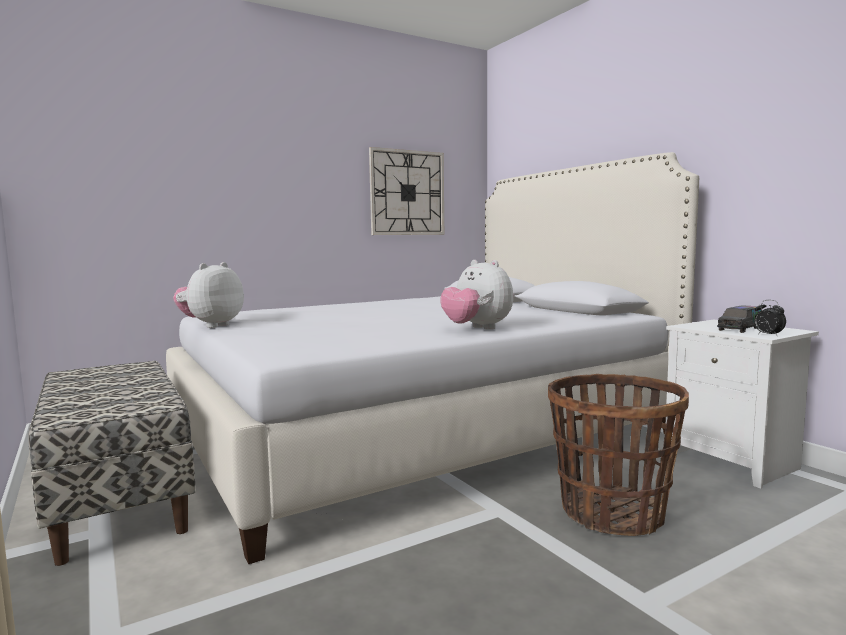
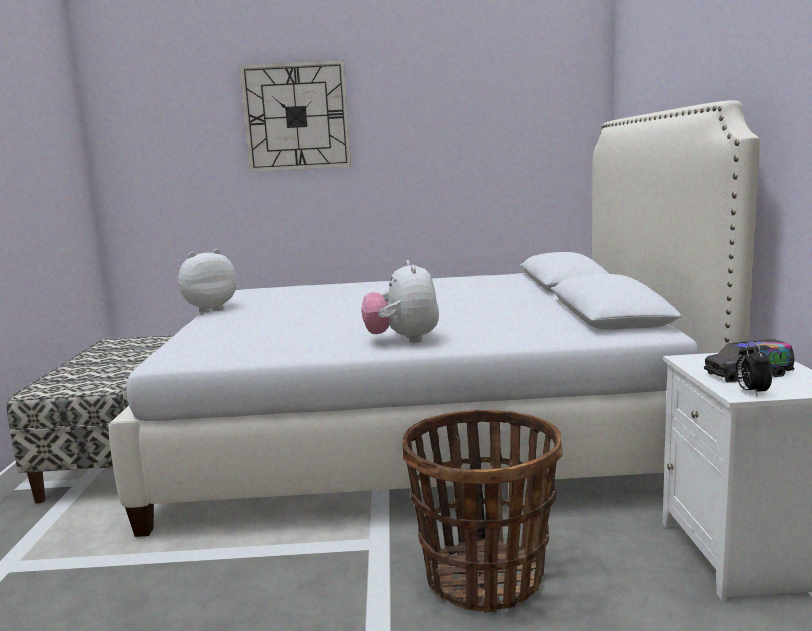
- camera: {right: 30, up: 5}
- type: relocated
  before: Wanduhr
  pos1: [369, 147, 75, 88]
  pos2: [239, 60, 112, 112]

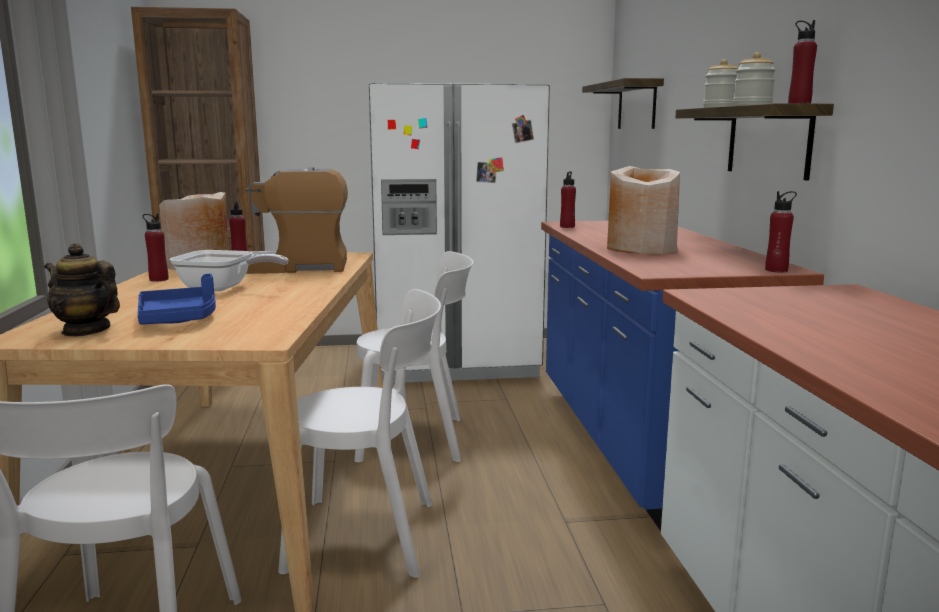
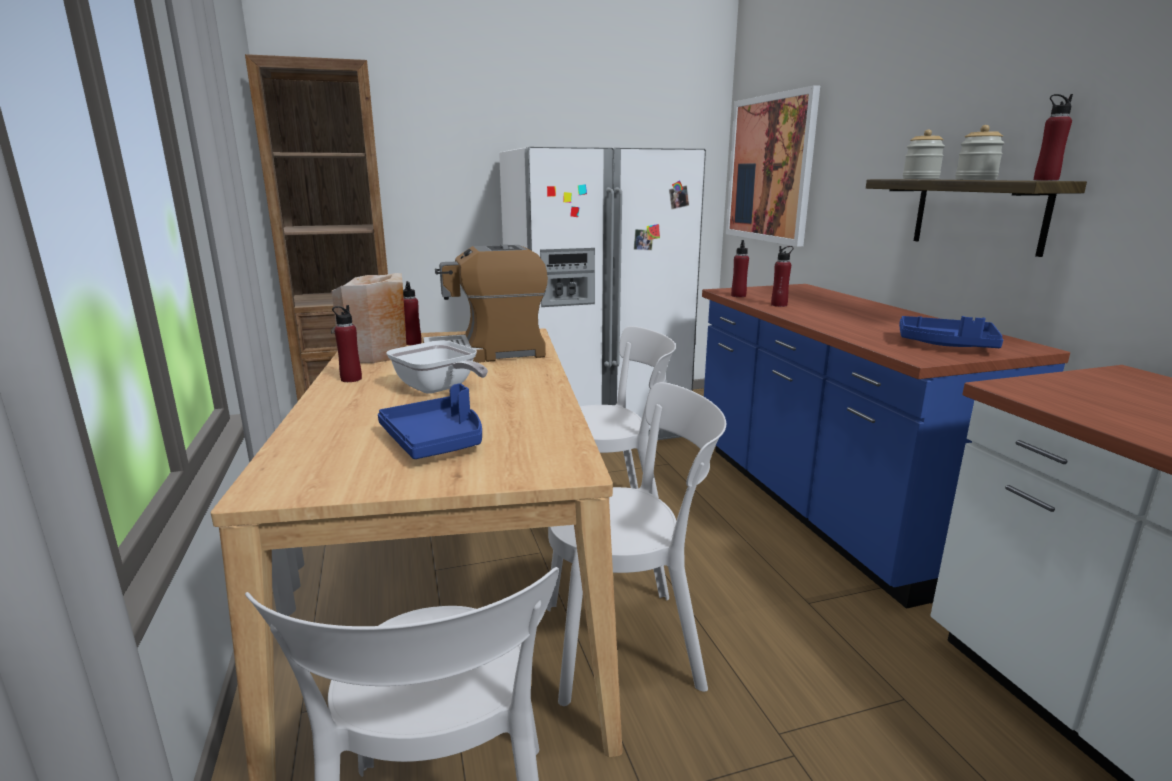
- camera: {right: -10, up: 5}
- type: spun
  before: Pfanne
  pos1: [170, 250, 118, 41]
  pos2: [386, 341, 102, 53]
  turn: 45
- type: exchanged
  before: Wandregal
  after: Bild
  pos1: [582, 78, 82, 51]
  pos2: [725, 85, 95, 162]
- type: relocated
  before: Flasche/rot
  pos1: [765, 191, 32, 81]
  pos2: [771, 246, 23, 61]
- type: appeared
  after: Tablett/blau
  pos2: [899, 316, 104, 32]
- type: missing
  before: Teekanne
  pos1: [44, 243, 76, 94]
- type: missing
  before: Vase/beige
  pos1: [607, 166, 73, 88]

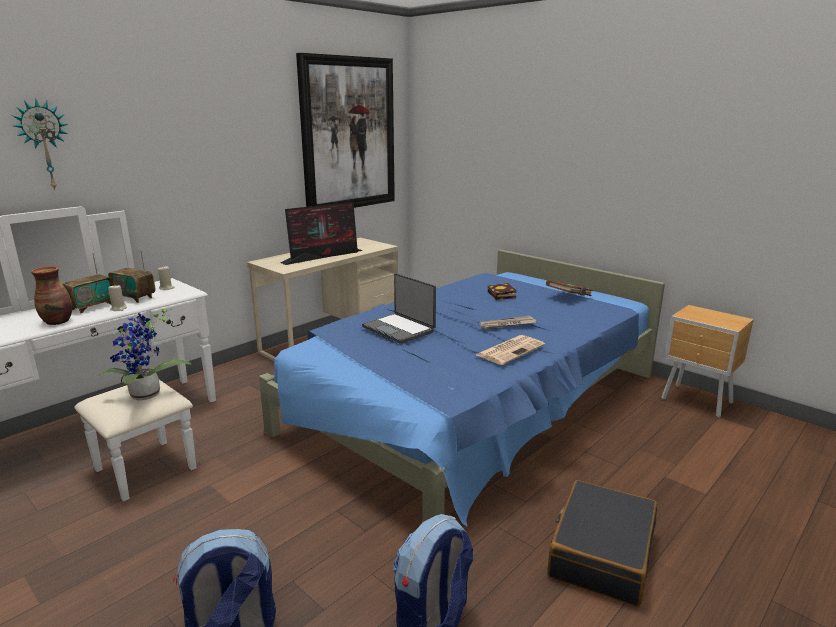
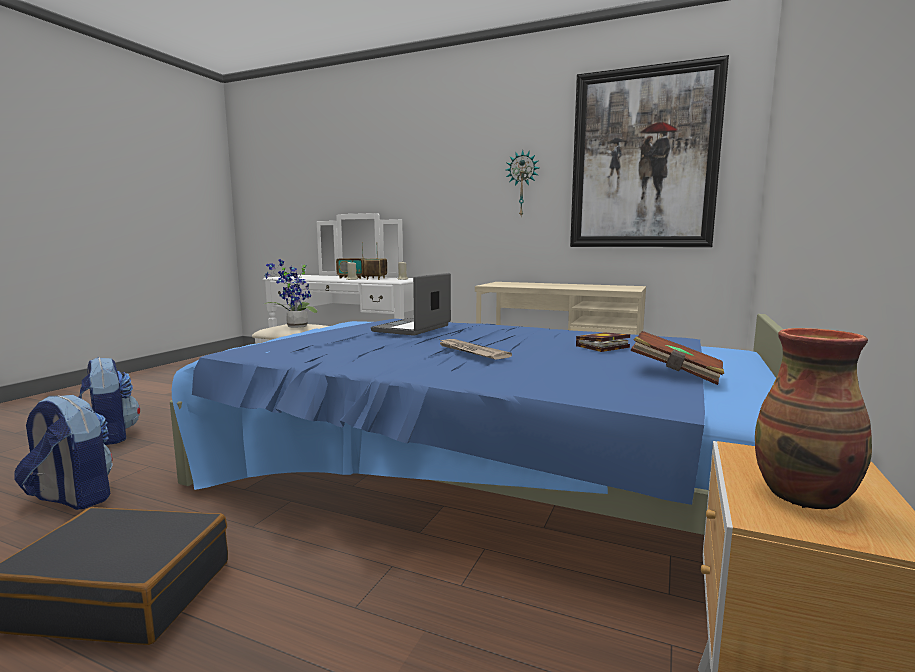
- camera: {right: 70, up: -10}
- type: relocated
  before: Wanduhr
  pos1: [12, 99, 56, 91]
  pos2: [506, 150, 33, 66]
- type: relocated
  before: Vase
  pos1: [31, 266, 41, 59]
  pos2: [755, 328, 117, 181]
- type: missing
  before: Monitor
  pos1: [280, 202, 83, 63]
- type: missing
  before: Zeitung
  pos1: [477, 335, 68, 30]

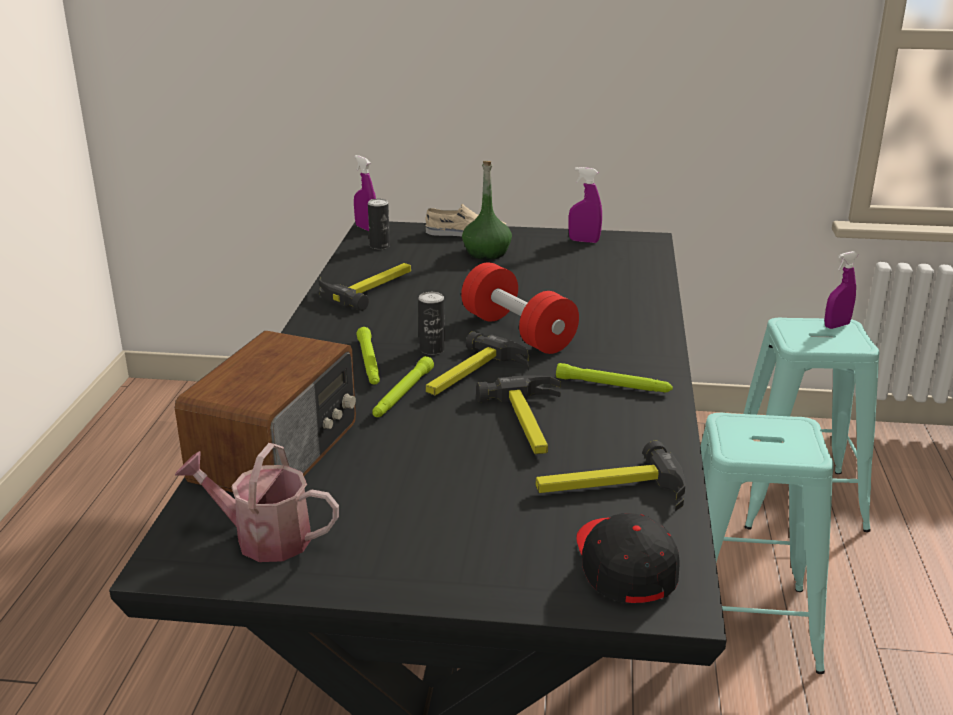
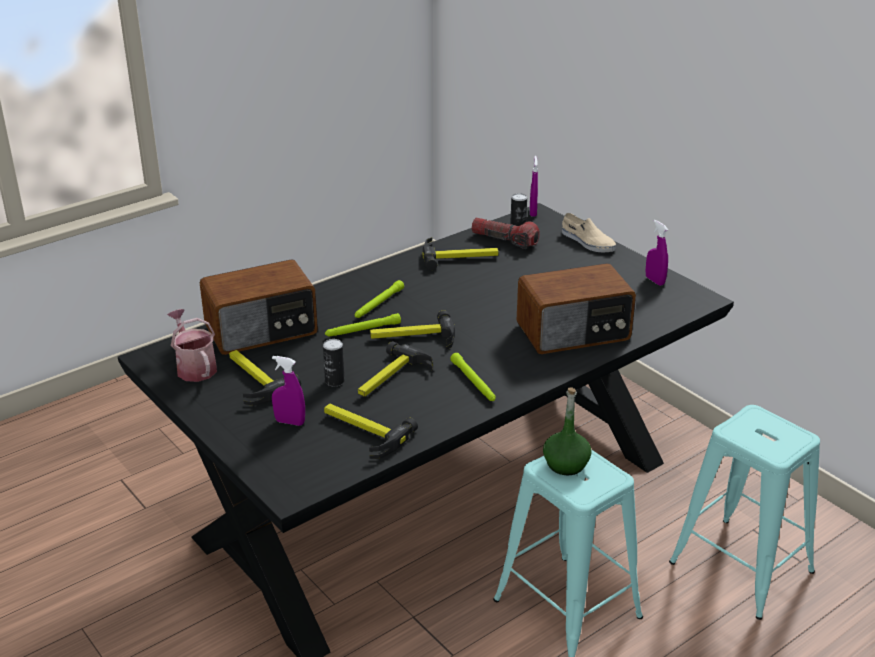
- camera: {right: 45, up: 5}
- type: appeared
  after: Hammer
  pos2: [229, 350, 72, 56]
- type: relocated
  before: Sprühflasche/lila
  pos1: [824, 251, 34, 78]
  pos2: [272, 356, 33, 70]
- type: relocated
  before: Dose
  pos1: [418, 292, 27, 63]
  pos2: [323, 339, 22, 47]
- type: appeared
  after: Taschenlampe
  pos2: [471, 218, 69, 31]
- type: appeared
  after: Radio
  pos2: [517, 263, 119, 91]
- type: relocated
  before: Flasche/grün
  pos1: [462, 161, 50, 99]
  pos2: [543, 388, 48, 87]
- type: missing
  before: Hantel/rot
  pos1: [461, 262, 118, 92]
- type: missing
  before: Kappe/schwarz
  pos1: [576, 513, 103, 90]

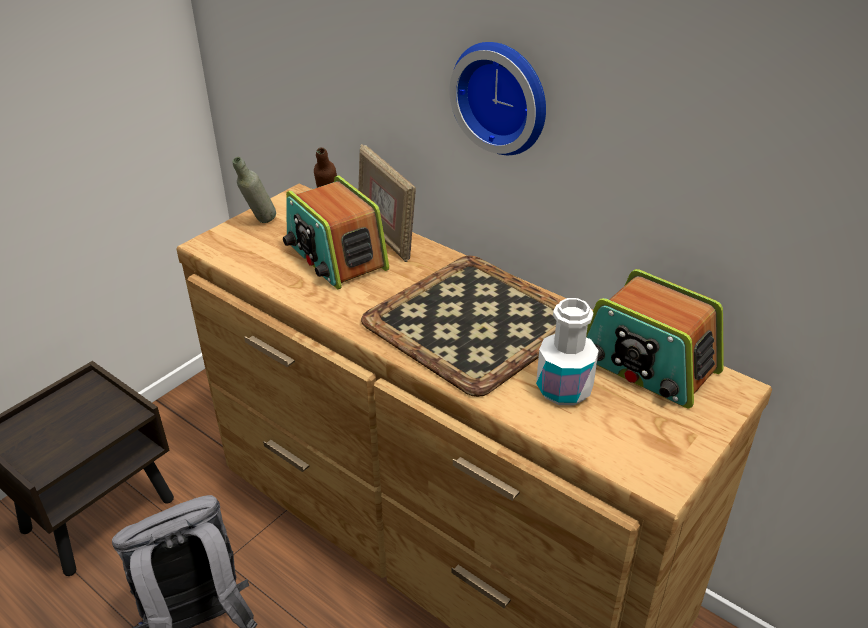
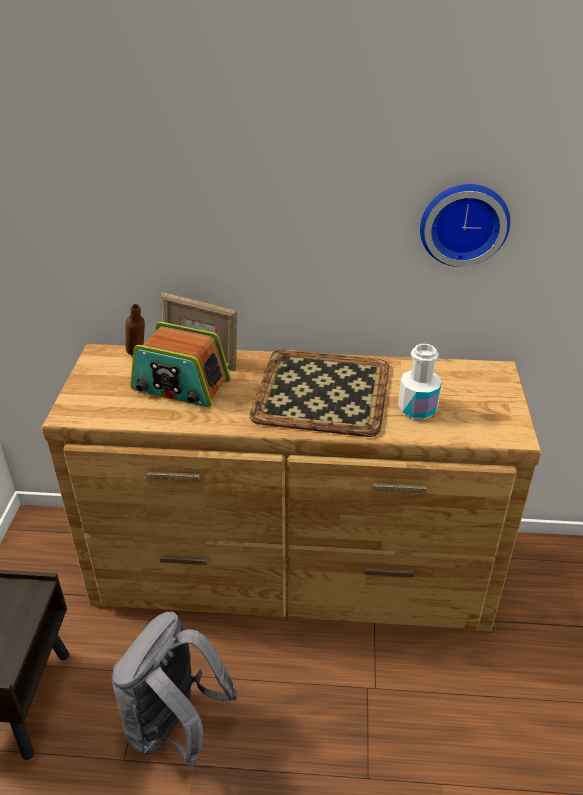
- camera: {right: -35, up: 0}
- type: relocated
  before: Wanduhr
  pos1: [449, 42, 97, 113]
  pos2: [420, 184, 90, 83]
- type: missing
  before: Flasche/grau
  pos1: [232, 157, 44, 66]
- type: missing
  before: Radio
  pos1: [586, 269, 138, 140]

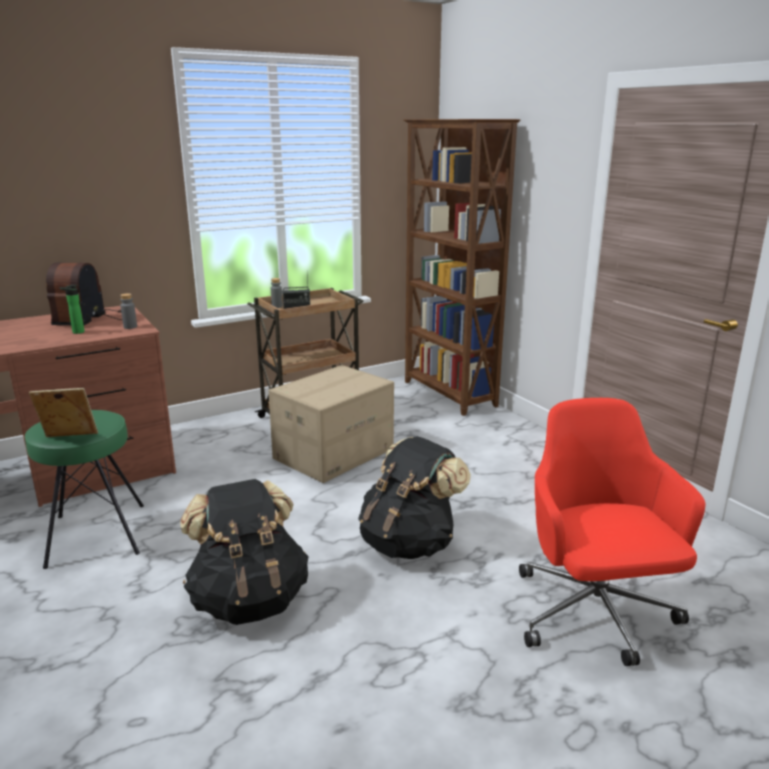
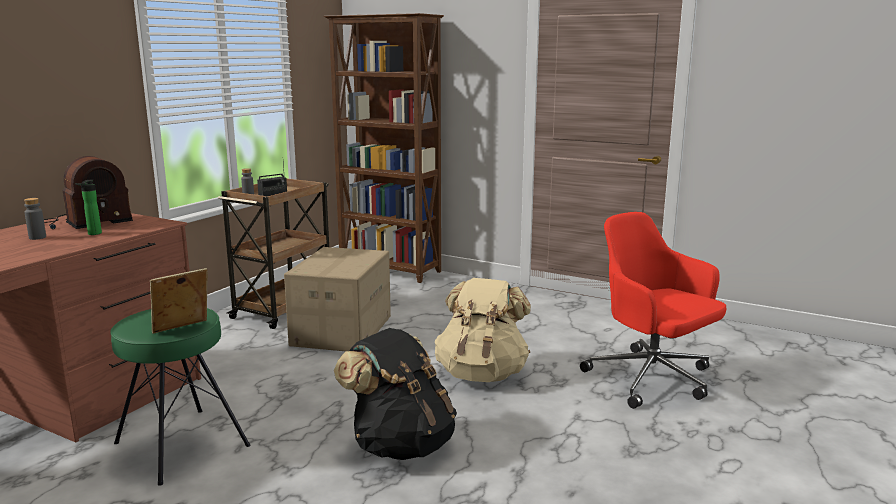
- camera: {right: -30, up: -5}
- type: relocated
  before: Flasche/grau
  pos1: [120, 293, 17, 36]
  pos2: [24, 198, 22, 42]
- type: spun
  before: Radio
  pos1: [46, 262, 76, 63]
  pos2: [44, 156, 89, 73]
  turn: -105
- type: colour
  before: Rucksack/schwarz
  after: Rucksack/beige
  pos1: [358, 436, 113, 123]
  pos2: [435, 278, 96, 104]

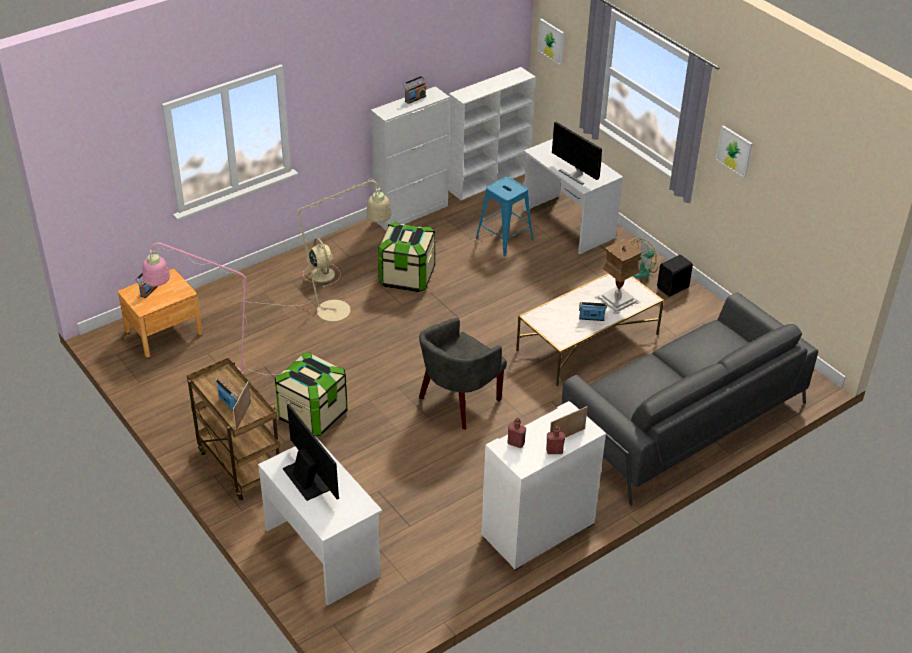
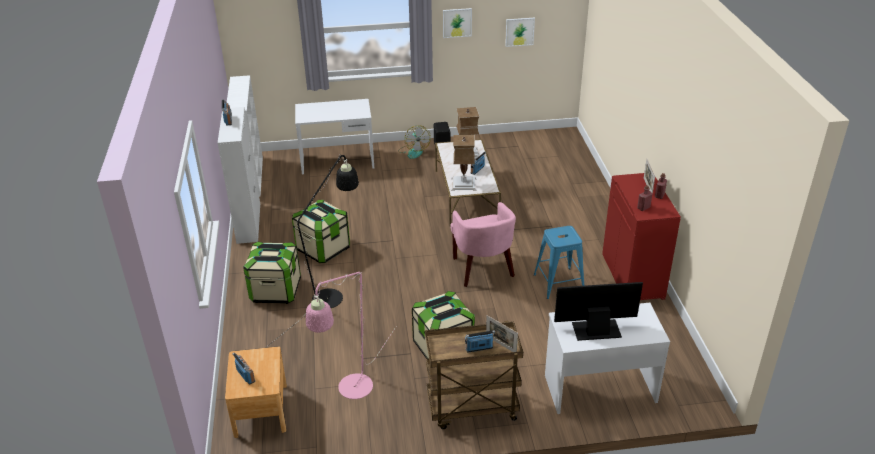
- camera: {right: -60, up: -5}
- type: exchanged
  before: Ventilator/beige
  after: Aufbewahrungsbox
  pos1: [303, 238, 38, 49]
  pos2: [243, 241, 58, 63]
- type: colour
  before: Stehlampe/beige
  after: Stehlampe/schwarz
  pos1: [250, 178, 141, 144]
  pos2: [267, 154, 92, 193]
- type: colour
  before: Sessel/grau
  after: Sessel/rosa
  pos1: [419, 318, 88, 111]
  pos2: [450, 202, 66, 85]
- type: appeared
  after: Tischlampe
  pos2: [451, 135, 26, 56]
- type: relocated
  before: Bild
  pos1: [538, 18, 26, 47]
  pos2: [505, 18, 30, 29]
- type: relocated
  before: Hocker/blau
  pos1: [476, 177, 58, 79]
  pos2: [534, 226, 50, 73]
- type: colour
  before: Schrank/weiß
  after: Schrank/rot
  pos1: [481, 401, 125, 170]
  pos2: [602, 173, 79, 127]
- type: missing
  before: Monitor
  pos1: [552, 122, 50, 63]
- type: missing
  before: Sofa/grau
  pos1: [562, 292, 256, 214]

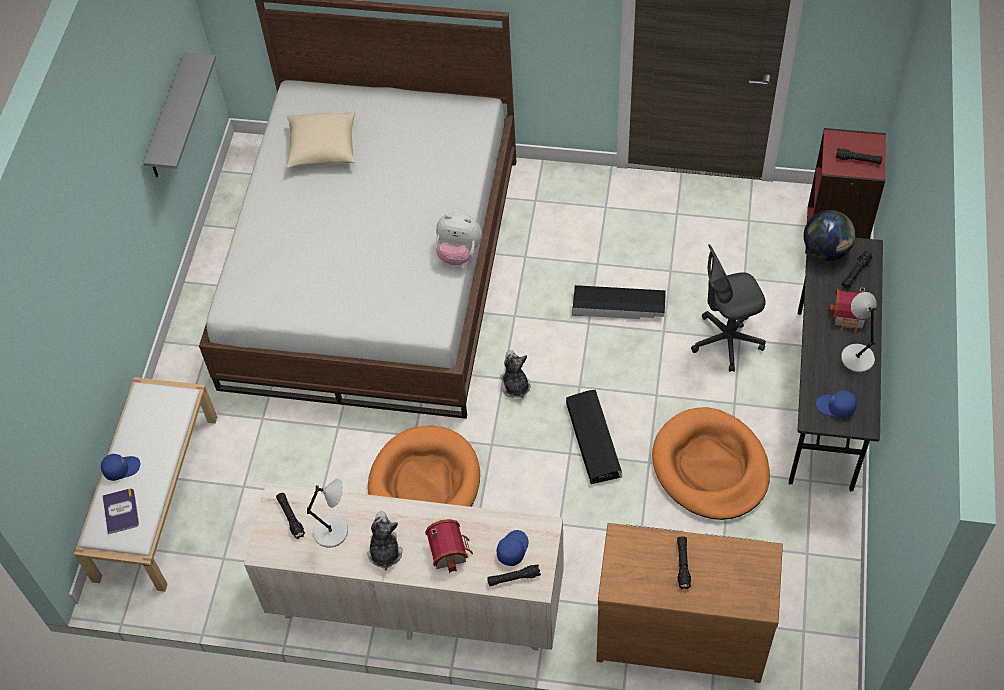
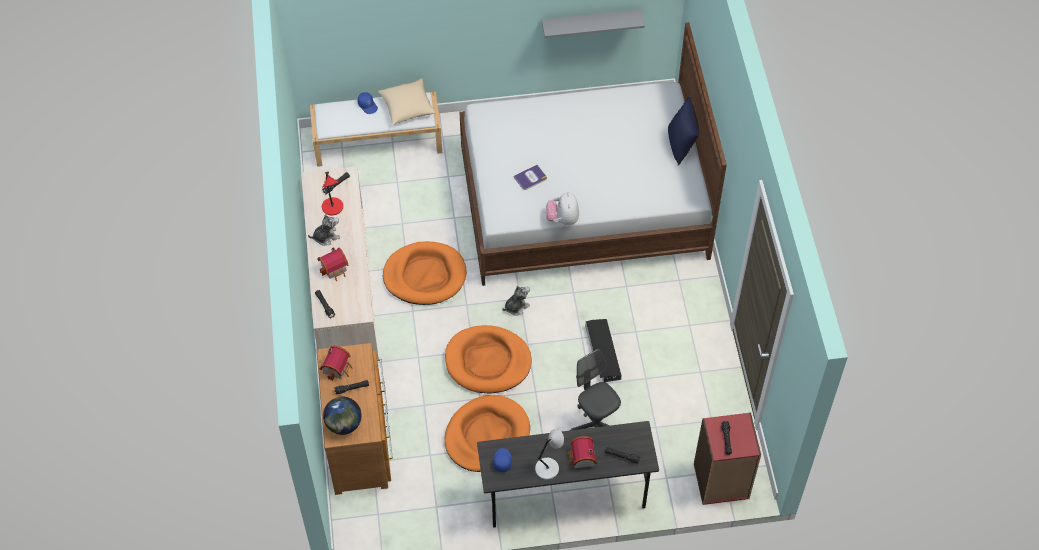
- camera: {right: 70, up: 0}
- type: appeared
  after: Spielzeughaus
  pos2: [320, 346, 33, 35]
- type: colour
  before: Tischlampe/grau
  after: Tischlampe/rot
  pos1: [307, 479, 41, 69]
  pos2: [322, 171, 21, 44]
- type: relocated
  before: Globus
  pos1: [804, 210, 52, 51]
  pos2: [323, 396, 38, 39]
- type: relocated
  before: Kissen/beige
  pos1: [286, 112, 70, 56]
  pos2: [378, 78, 58, 48]
- type: exchanged
  before: Aufbewahrungsbox/schwarz
  after: Hundebett/orange
  pos1: [566, 390, 56, 94]
  pos2: [445, 325, 86, 69]
- type: relocated
  before: Buch
  pos1: [102, 488, 37, 46]
  pos2: [513, 165, 34, 25]
- type: appeared
  after: Kissen/blau
  pos2: [668, 97, 31, 69]
- type: missing
  before: Kappe/blau
  pos1: [497, 530, 32, 36]

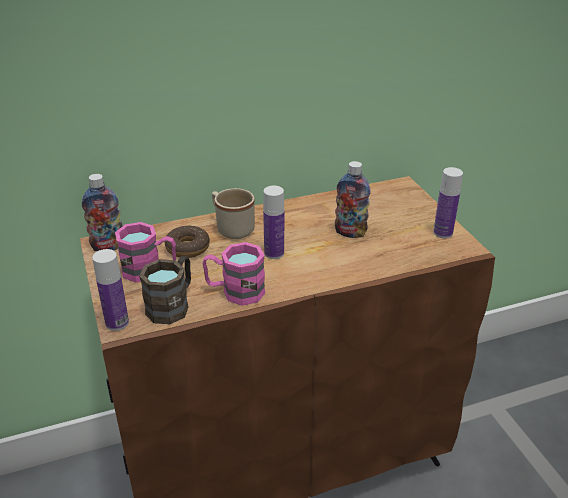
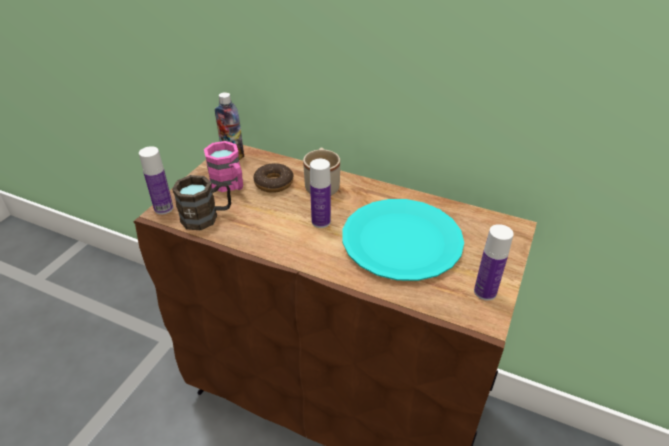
- camera: {right: 45, up: 5}
- type: exchanged
  before: Flasche
  after: Teller/türkis
  pos1: [335, 161, 36, 77]
  pos2: [342, 199, 122, 82]
- type: missing
  before: Henkelbecher/rosa
  pos1: [203, 242, 62, 64]

